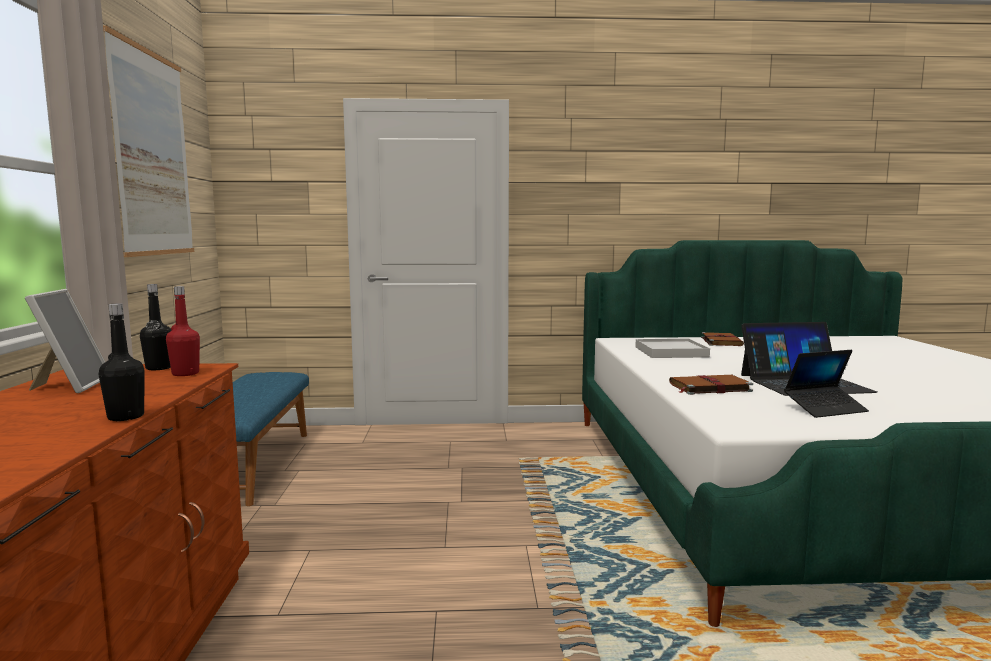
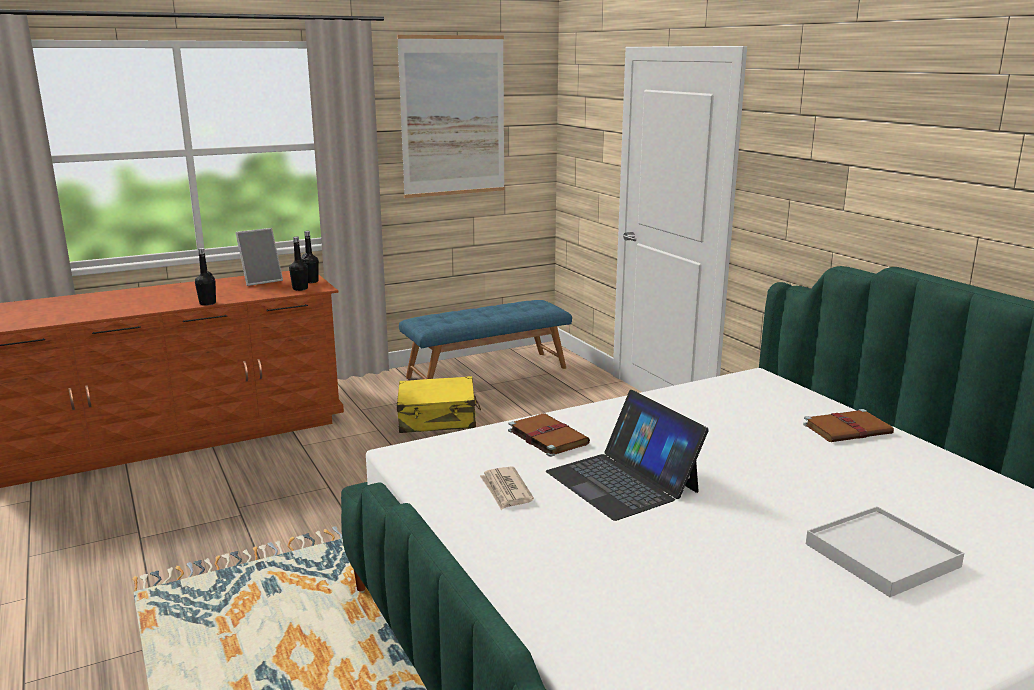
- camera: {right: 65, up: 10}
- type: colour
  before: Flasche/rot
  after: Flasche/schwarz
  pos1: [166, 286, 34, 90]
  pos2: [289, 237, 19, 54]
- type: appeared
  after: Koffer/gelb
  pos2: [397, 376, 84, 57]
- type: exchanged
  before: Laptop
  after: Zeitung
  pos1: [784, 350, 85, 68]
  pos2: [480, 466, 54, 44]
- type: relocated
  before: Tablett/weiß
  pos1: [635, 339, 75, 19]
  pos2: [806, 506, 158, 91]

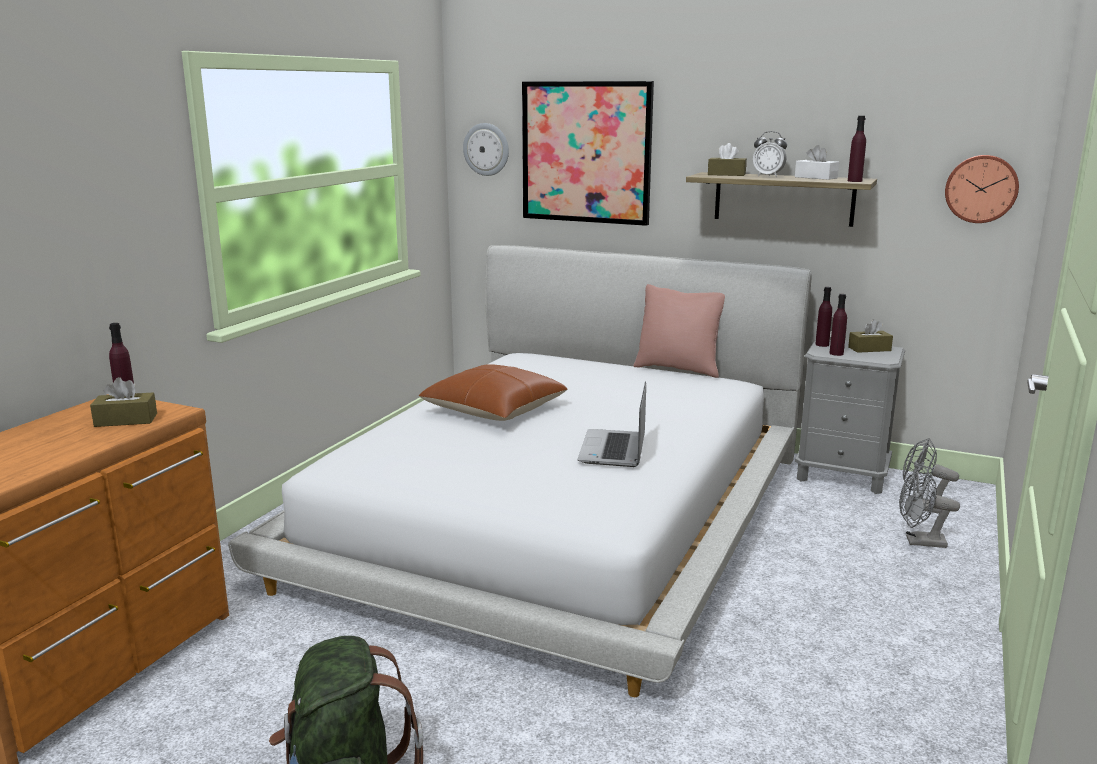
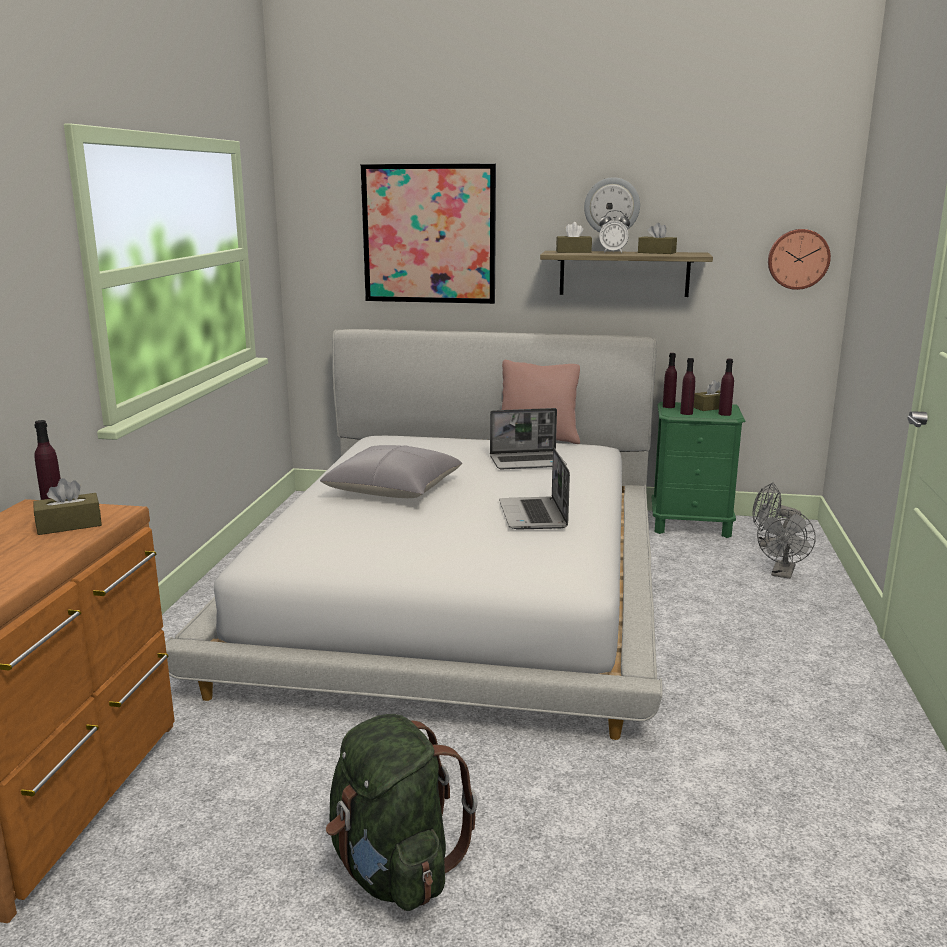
- camera: {right: -15, up: 0}
- type: colour
  before: Kissen/braun
  after: Kissen/grau
  pos1: [419, 364, 149, 57]
  pos2: [320, 445, 142, 53]
- type: appeared
  after: Laptop
  pos2: [490, 408, 77, 61]
- type: relocated
  before: Wanduhr
  pos1: [463, 123, 46, 53]
  pos2: [584, 177, 56, 55]
- type: colour
  before: Taschentuchbox/weiß
  after: Taschentuchbox/braun
  pos1: [795, 145, 44, 35]
  pos2: [638, 222, 39, 32]
- type: colour
  before: Nachttisch/grau
  after: Nachttisch/grün
  pos1: [795, 340, 110, 154]
  pos2: [652, 402, 93, 136]
- type: relocated
  before: Flasche/lila
  pos1: [848, 116, 18, 66]
  pos2: [719, 359, 15, 57]
- type: spun
  before: Ventilator/grau
  pos1: [899, 467, 61, 81]
  pos2: [757, 509, 59, 70]
  turn: -60

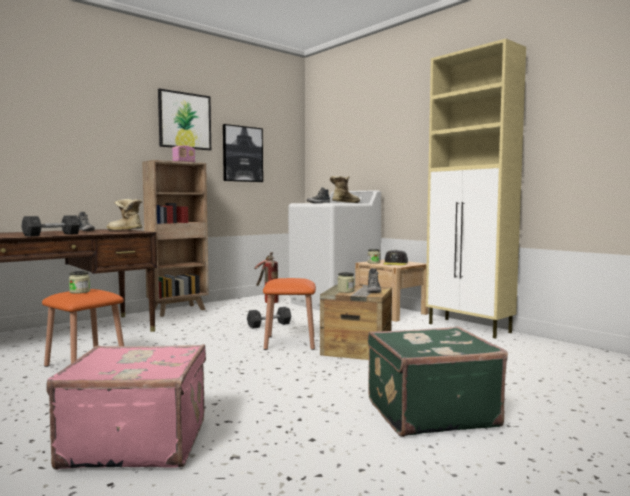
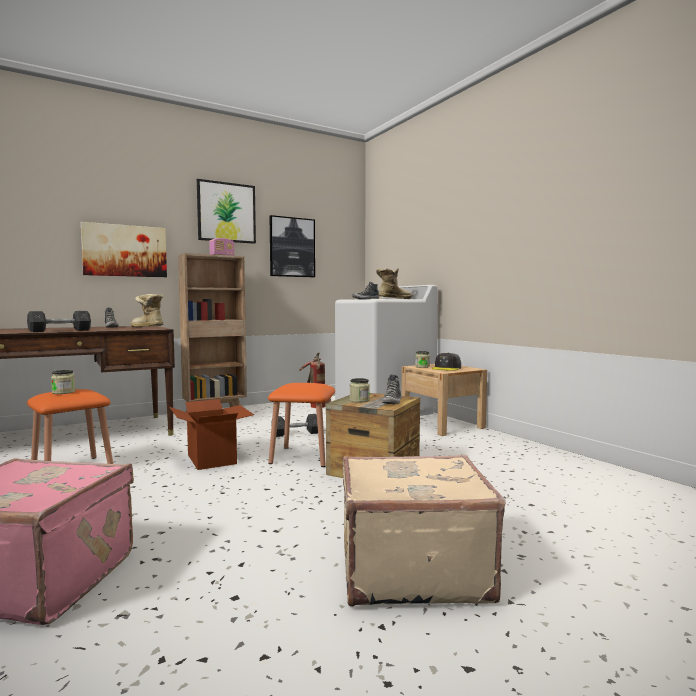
- camera: {right: 10, up: 0}
- type: appeared
  after: Bild
  pos2: [81, 222, 86, 55]
- type: appeared
  after: Karton
  pos2: [169, 399, 85, 71]
- type: colour
  before: Koffer/grün
  after: Koffer/beige
  pos1: [368, 326, 140, 111]
  pos2: [343, 455, 162, 152]
- type: missing
  before: Schrank/beige
  pos1: [426, 39, 100, 300]

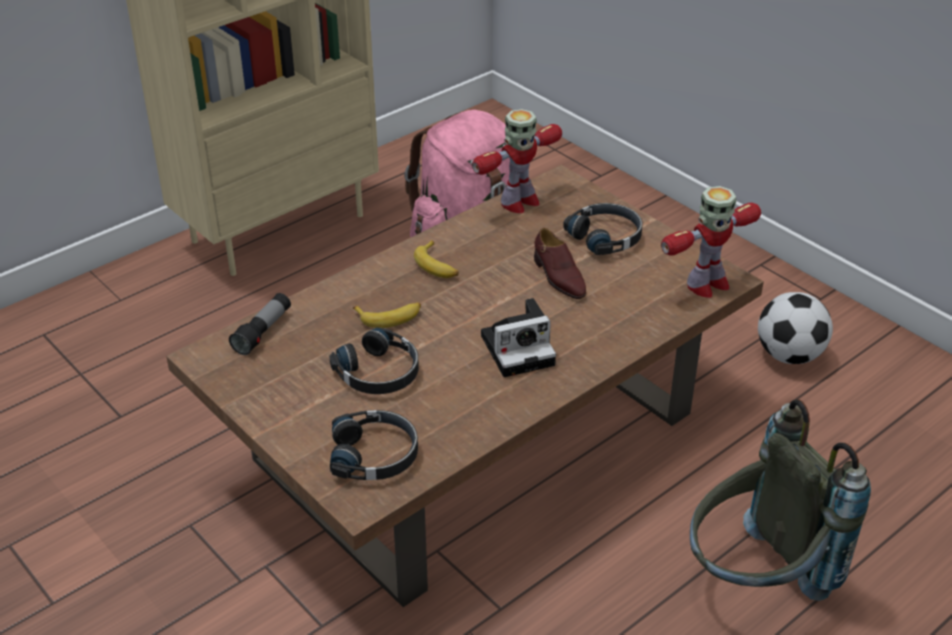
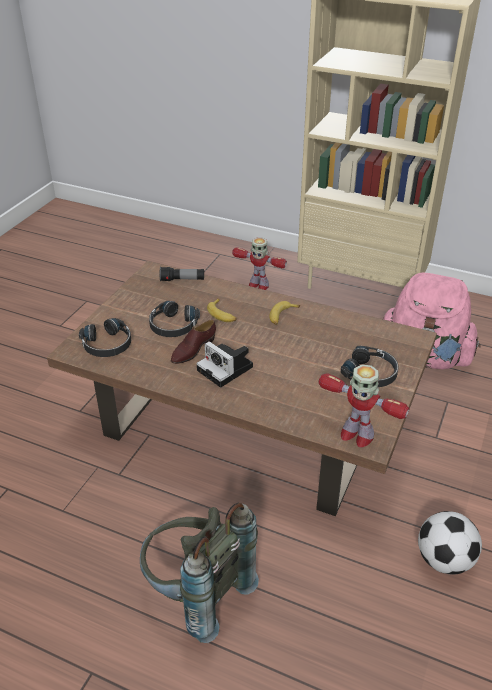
- camera: {right: 65, up: 0}
- type: relocated
  before: Schuh/braun
  pos1: [534, 228, 52, 71]
  pos2: [170, 320, 46, 44]
- type: relocated
  before: Spielzeugroboter
  pos1: [472, 109, 90, 104]
  pos2: [232, 238, 55, 52]

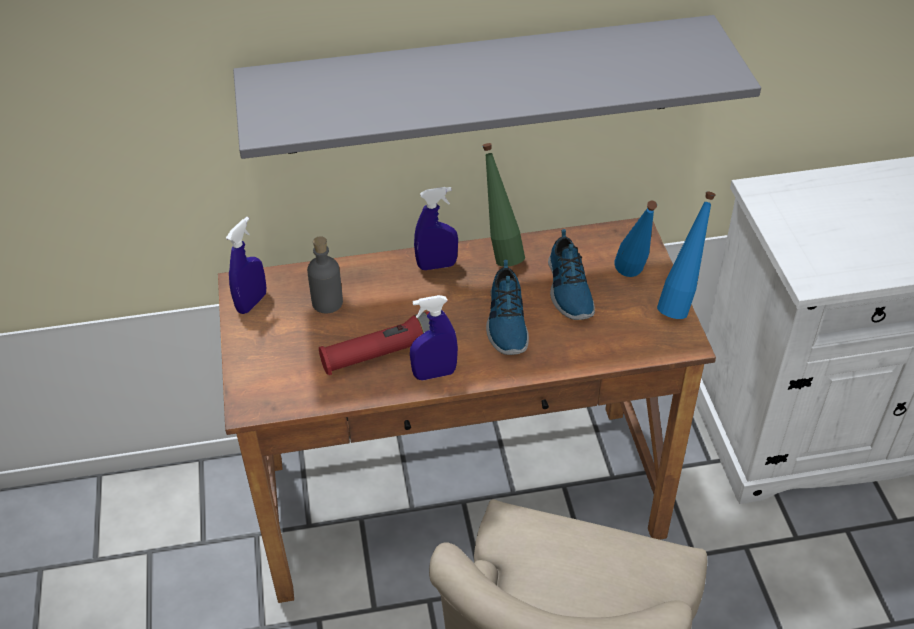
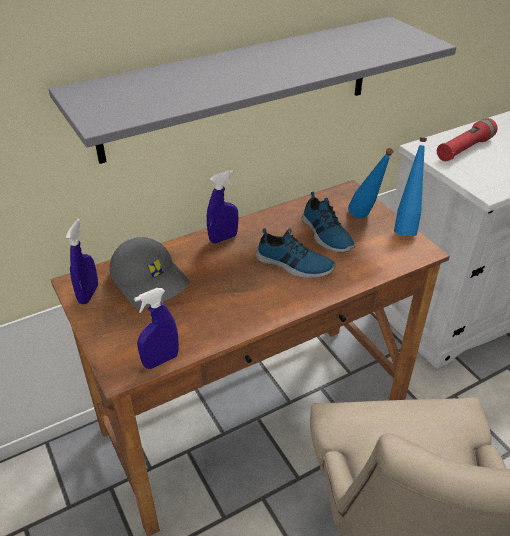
- camera: {right: -20, up: -5}
- type: exchanged
  before: Flasche/grau
  after: Kappe/grau
  pos1: [307, 236, 36, 77]
  pos2: [109, 237, 81, 72]
- type: relocated
  before: Sprühflasche/blau
  pos1: [410, 295, 48, 85]
  pos2: [134, 288, 45, 81]
- type: spun
  before: Schuh
  pos1: [486, 260, 43, 95]
  pos2: [256, 228, 79, 50]
  turn: -45
- type: relocated
  before: Taschenlampe/rot
  pos1: [319, 311, 111, 64]
  pos2: [437, 118, 60, 43]
- type: missing
  before: Flasche/grün
  pos1: [482, 143, 43, 124]

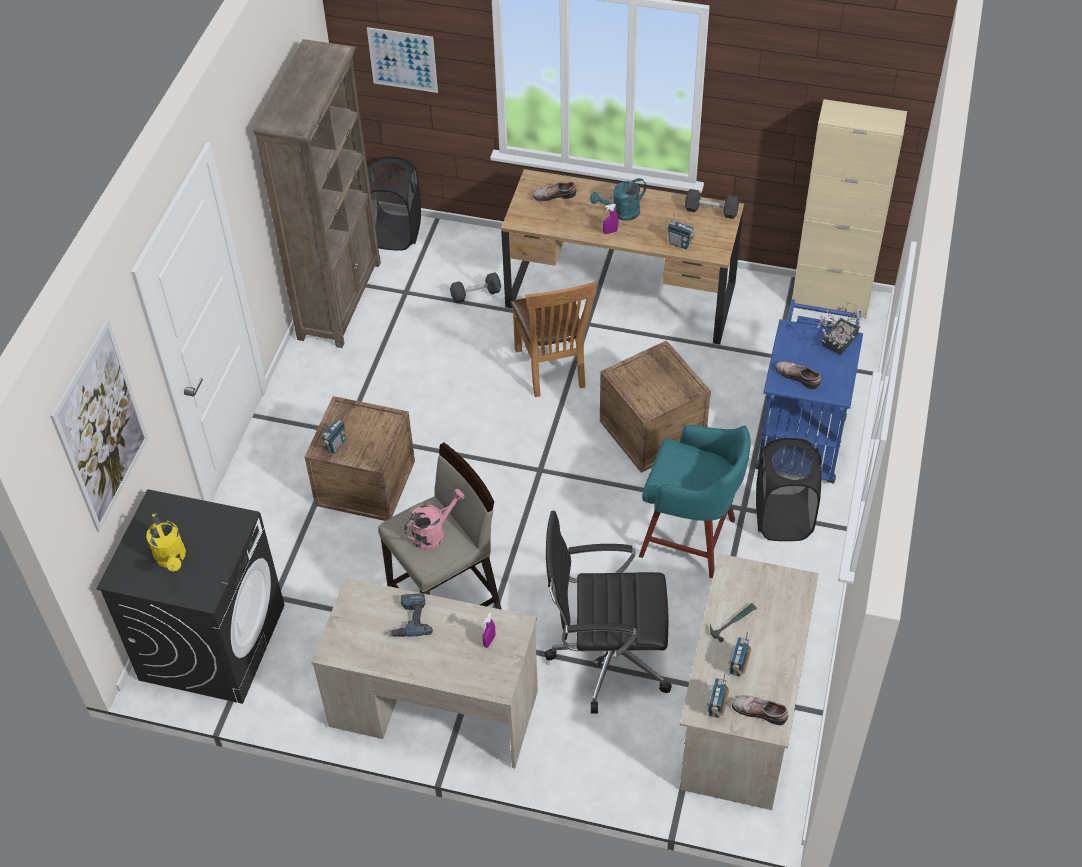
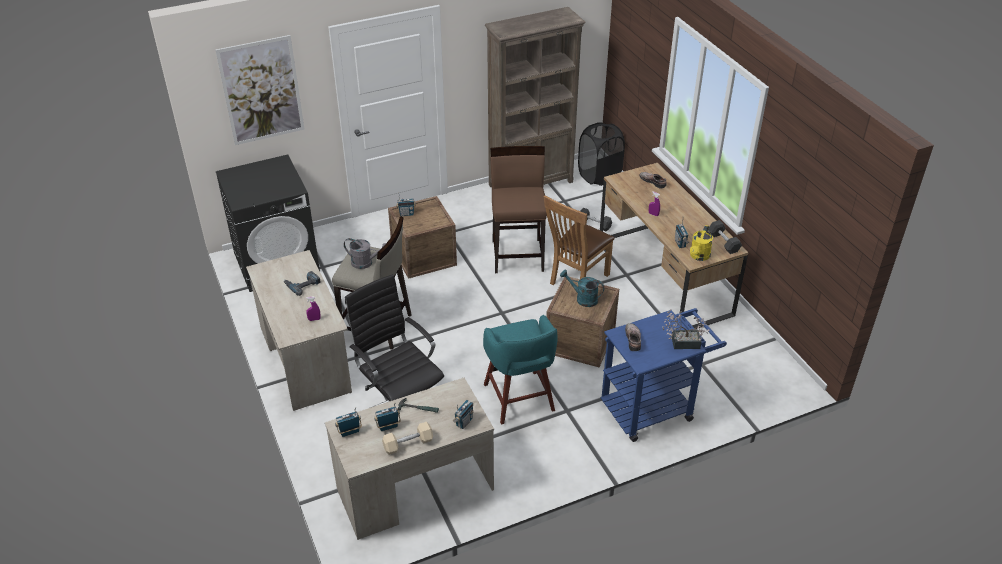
- camera: {right: 50, up: -10}
- type: colour
  before: Gießkanne/rosa
  after: Gießkanne/grau
  pos1: [404, 489, 62, 61]
  pos2: [344, 238, 42, 31]
- type: appeared
  after: Hantel/beige
  pos2: [382, 422, 51, 33]
- type: appeared
  after: Radio
  pos2: [453, 400, 20, 29]
- type: appeared
  after: Hocker/braun
  pos2: [490, 146, 57, 127]
- type: relocated
  before: Gießkanne/türkis
  pos1: [590, 178, 56, 43]
  pos2: [560, 270, 44, 37]
- type: relocated
  before: Gießkanne/gelb
  pos1: [146, 513, 40, 59]
  pos2: [690, 225, 23, 36]
- type: missing
  before: Bild
  pos1: [367, 27, 71, 66]
- type: missing
  before: Schuh
  pos1: [732, 695, 56, 30]
- type: missing
  before: Wäschekorb/schwarz
  pos1: [756, 438, 66, 103]
- type: missing
  before: Schrank/beige
  pos1: [792, 99, 115, 220]

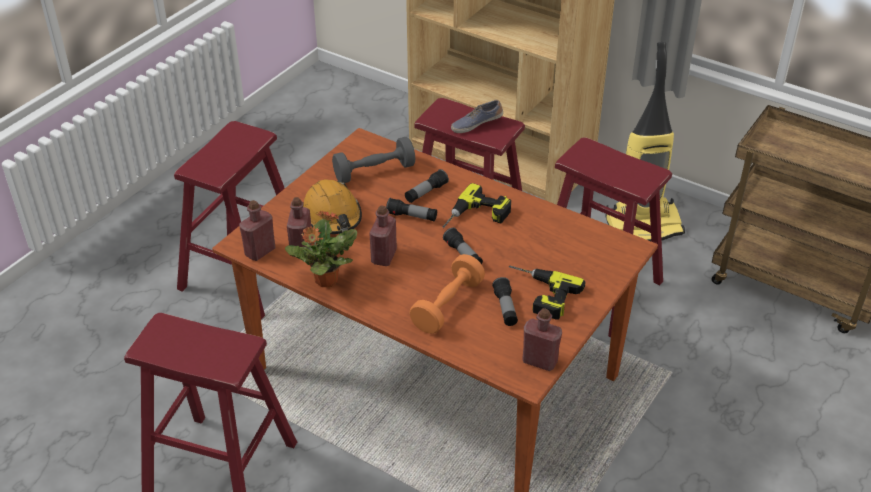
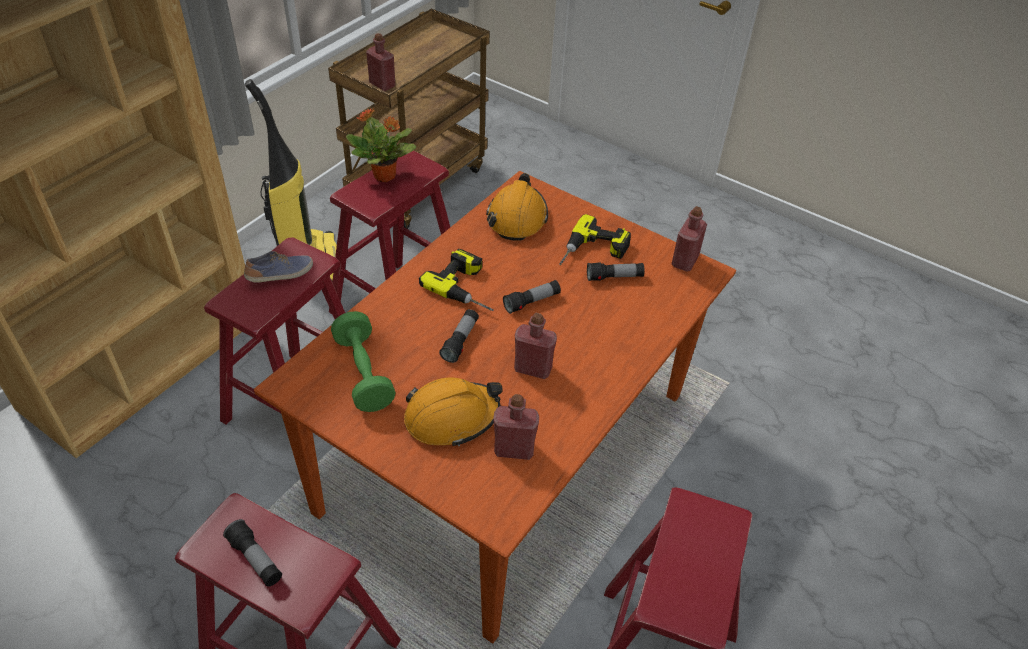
- camera: {right: -90, up: 5}
- type: relocated
  before: Taschenlampe
  pos1: [405, 169, 44, 34]
  pos2: [223, 519, 59, 68]
- type: spun
  before: Schuh
  pos1: [451, 100, 52, 33]
  pos2: [244, 251, 69, 31]
  turn: -105
- type: colour
  before: Hantel/grau
  after: Hantel/grün
  pos1: [332, 137, 83, 46]
  pos2: [331, 311, 65, 101]
- type: relocated
  before: Topfpflanze
  pos1: [285, 210, 72, 77]
  pos2: [346, 108, 70, 74]
- type: relocated
  before: Flasche/rot
  pos1: [239, 200, 37, 61]
  pos2: [366, 33, 29, 58]
- type: appeared
  after: Schutzhelm/orange
  pos2: [486, 173, 62, 68]
- type: missing
  before: Hantel/orange
  pos1: [409, 254, 76, 80]

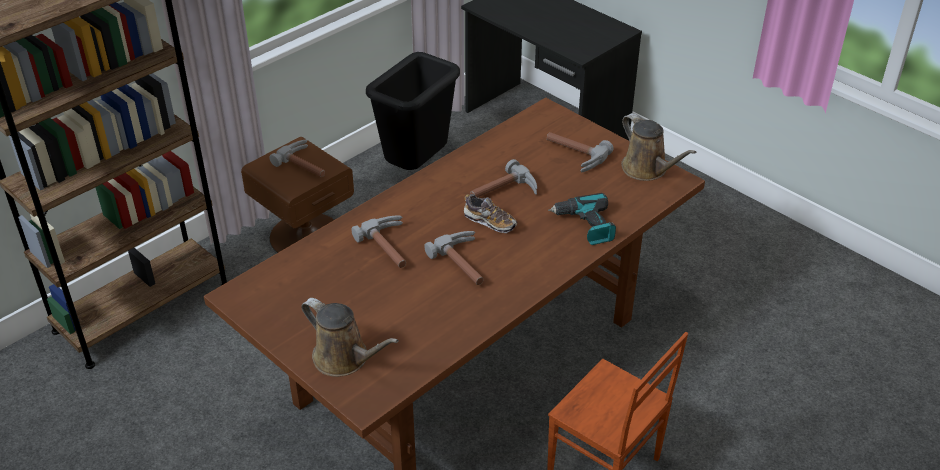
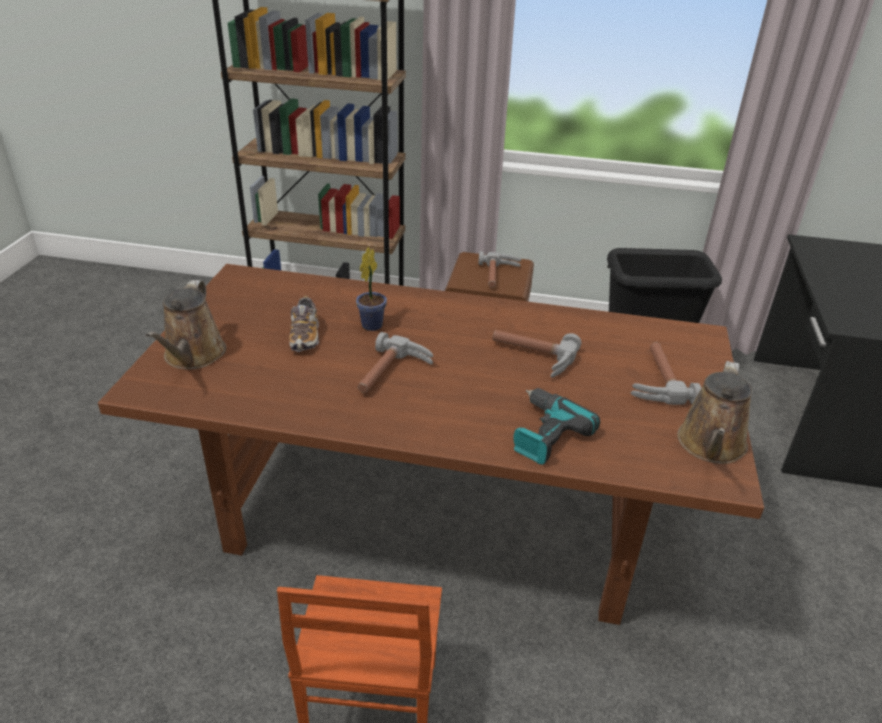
- camera: {right: 55, up: -5}
- type: relocated
  before: Schuh
  pos1: [464, 194, 53, 39]
  pos2: [289, 296, 30, 56]
- type: exchanged
  before: Hammer
  after: Topfpflanze
  pos1: [351, 215, 55, 53]
  pos2: [356, 247, 31, 84]

